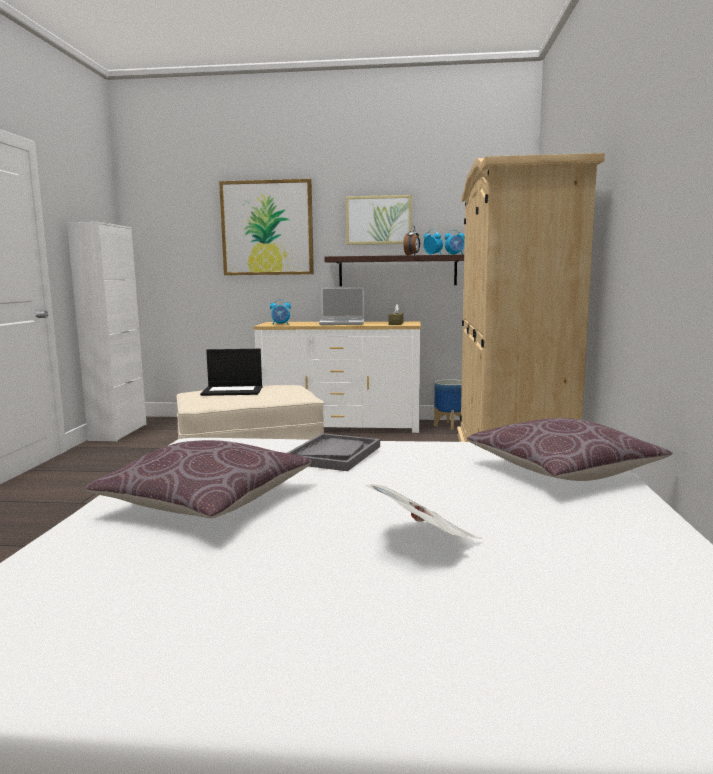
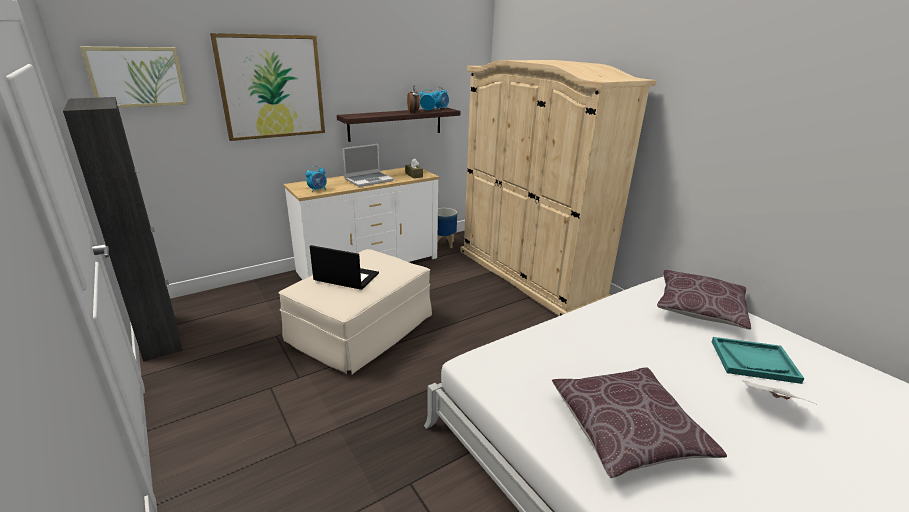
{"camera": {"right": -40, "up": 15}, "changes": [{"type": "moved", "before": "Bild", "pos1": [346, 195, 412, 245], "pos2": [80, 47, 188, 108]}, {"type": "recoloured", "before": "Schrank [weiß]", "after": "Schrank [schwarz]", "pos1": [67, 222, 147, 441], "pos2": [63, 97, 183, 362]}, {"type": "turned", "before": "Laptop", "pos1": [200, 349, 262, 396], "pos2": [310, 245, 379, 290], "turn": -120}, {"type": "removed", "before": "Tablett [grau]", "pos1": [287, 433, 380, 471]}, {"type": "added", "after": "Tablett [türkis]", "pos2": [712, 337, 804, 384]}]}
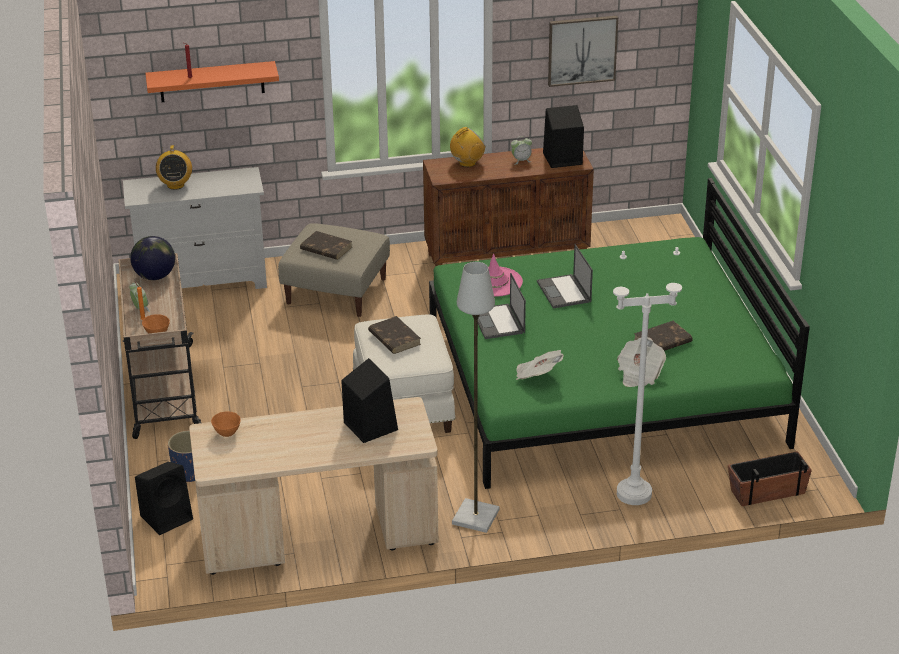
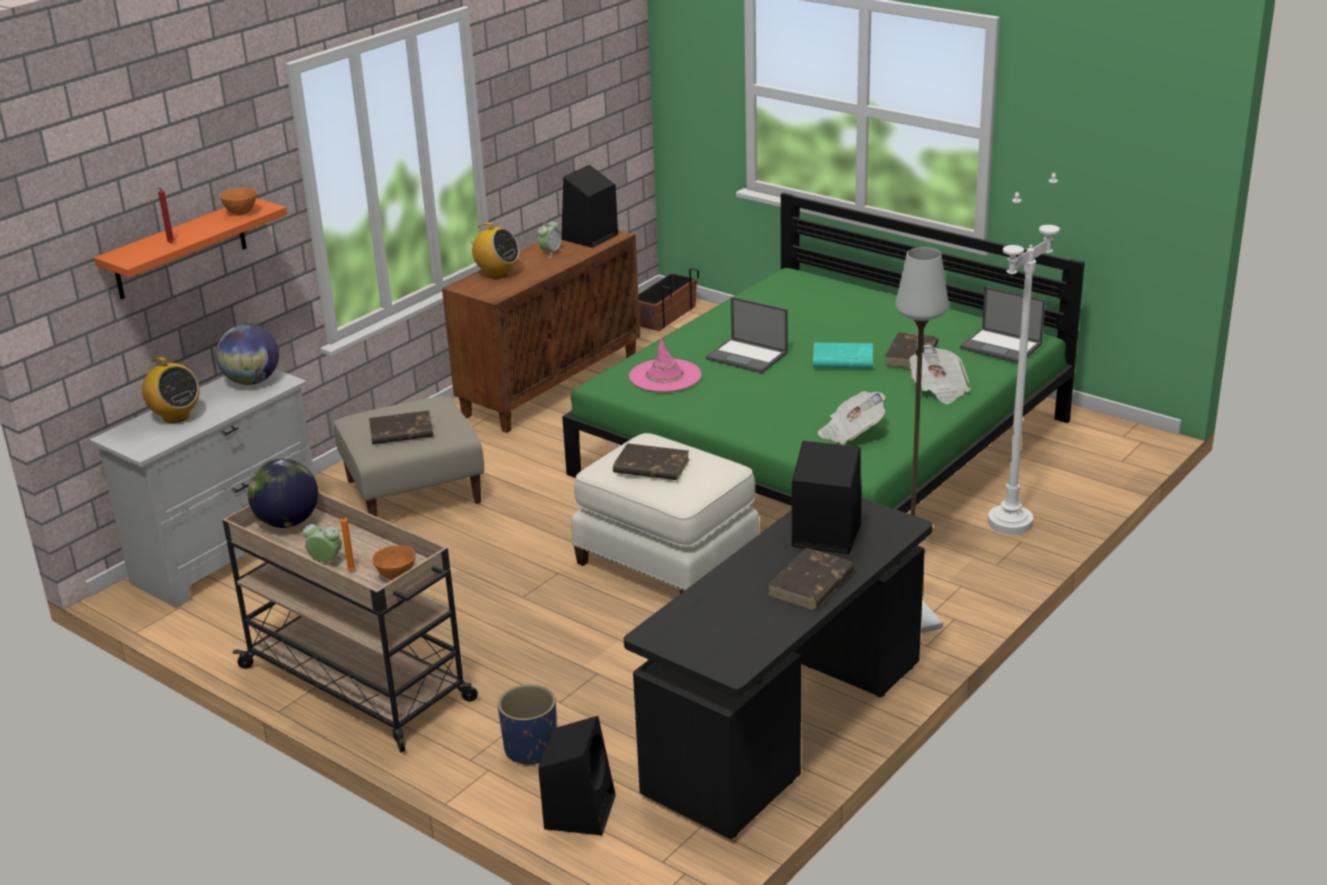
{"camera": {"right": -40, "up": -5}, "changes": [{"type": "removed", "before": "Bild", "pos1": [548, 16, 618, 87]}, {"type": "turned", "before": "Radio", "pos1": [450, 127, 486, 167], "pos2": [467, 222, 520, 279], "turn": 105}, {"type": "moved", "before": "Laptop", "pos1": [478, 273, 526, 339], "pos2": [960, 287, 1046, 363]}, {"type": "recoloured", "before": "Schreibtisch [beige]", "after": "Schreibtisch [schwarz]", "pos1": [189, 397, 438, 575], "pos2": [624, 498, 933, 839]}, {"type": "moved", "before": "Schüssel [orange]", "pos1": [211, 411, 241, 437], "pos2": [219, 188, 257, 215]}, {"type": "moved", "before": "Pflanzkübel", "pos1": [728, 451, 812, 506], "pos2": [638, 268, 699, 331]}, {"type": "added", "after": "Globus", "pos2": [216, 323, 279, 385]}, {"type": "added", "after": "Buch [türkis]", "pos2": [813, 343, 873, 368]}, {"type": "added", "after": "Buch [braun]", "pos2": [768, 548, 854, 610]}]}
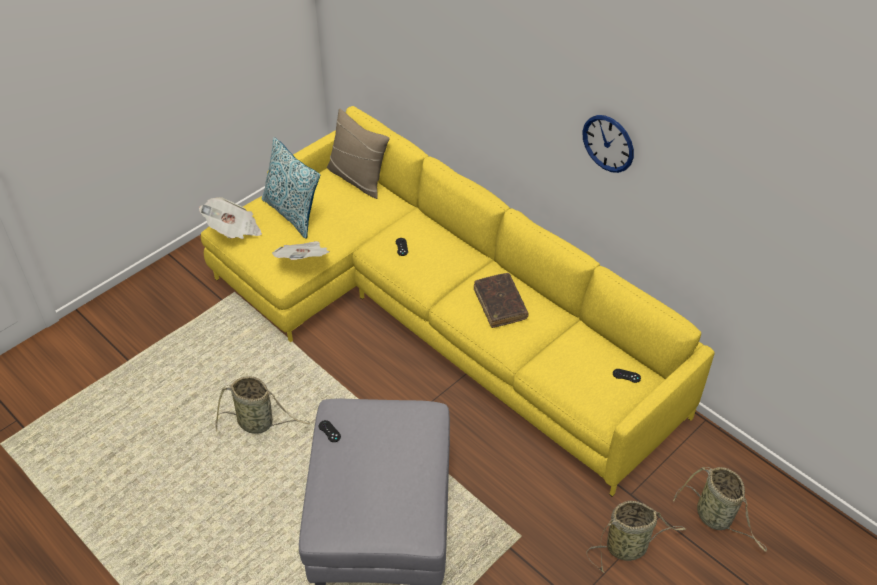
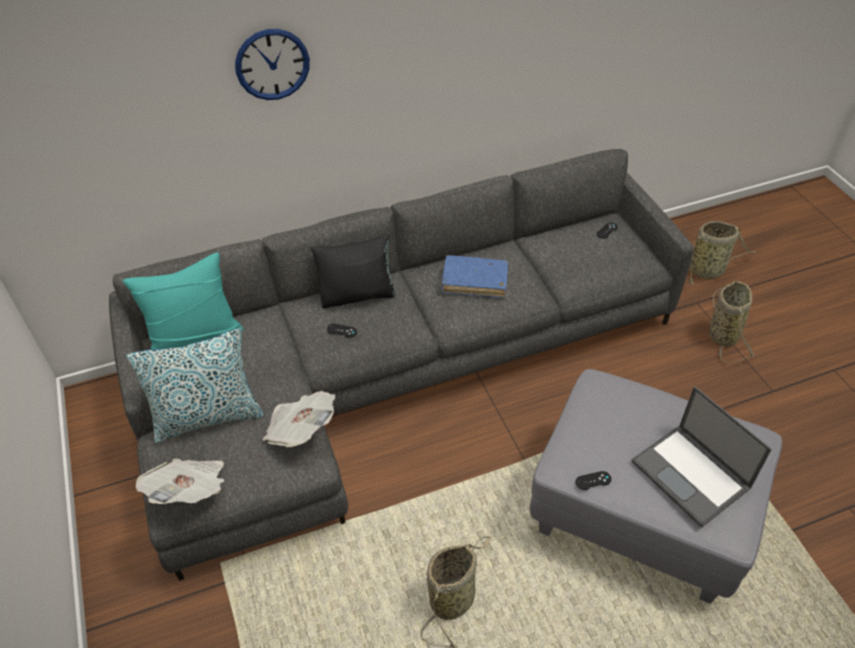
{"camera": {"right": -65, "up": 0}, "changes": [{"type": "recoloured", "before": "Sofa [gelb]", "after": "Sofa [grau]", "pos1": [201, 106, 715, 497], "pos2": [109, 149, 694, 581]}, {"type": "recoloured", "before": "Kissen [beige]", "after": "Kissen [türkis]", "pos1": [327, 109, 390, 199], "pos2": [123, 252, 244, 349]}, {"type": "moved", "before": "Wanduhr", "pos1": [583, 115, 634, 173], "pos2": [235, 29, 310, 100]}, {"type": "recoloured", "before": "Buch [braun]", "after": "Buch [blau]", "pos1": [474, 273, 529, 328], "pos2": [442, 255, 508, 298]}, {"type": "added", "after": "Kissen [schwarz]", "pos2": [311, 233, 396, 308]}, {"type": "added", "after": "Laptop", "pos2": [631, 386, 772, 527]}]}
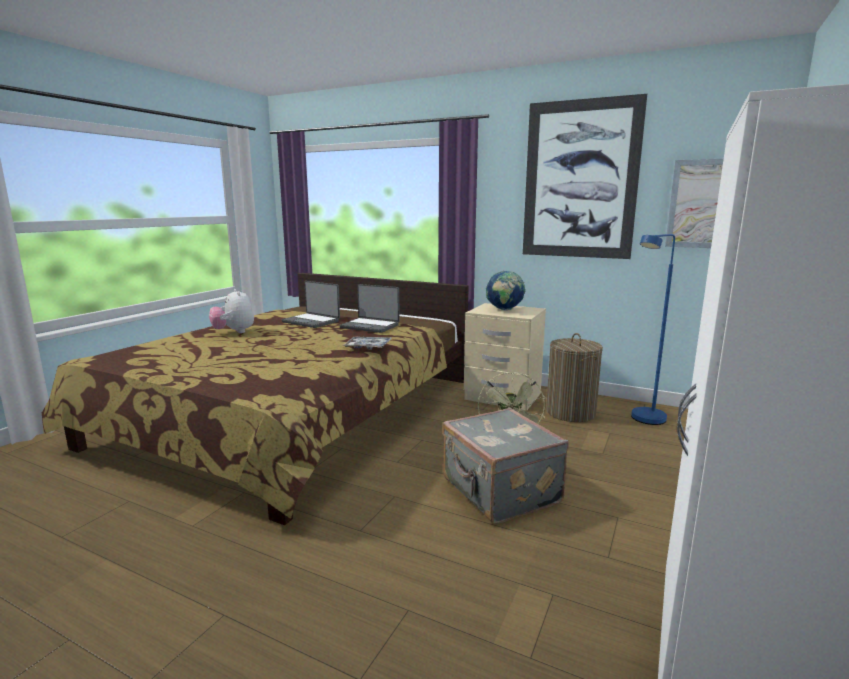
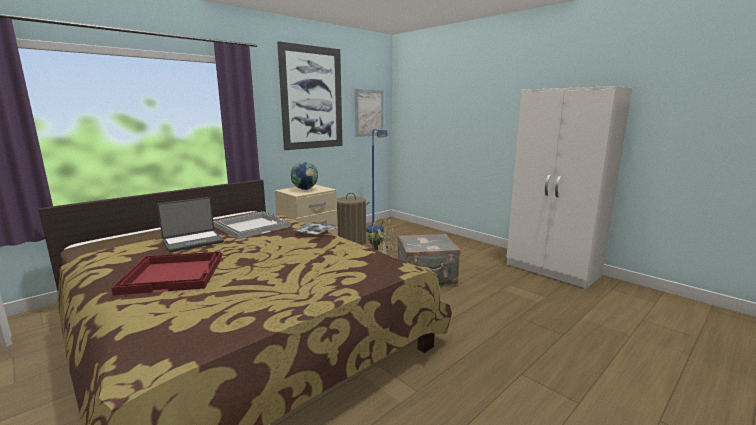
{"camera": {"right": -70, "up": 0}, "changes": [{"type": "replaced", "before": "Laptop", "after": "Tablett [weiß]", "pos1": [339, 284, 400, 333], "pos2": [213, 212, 291, 239]}, {"type": "replaced", "before": "Plüschtier", "after": "Tablett [rot]", "pos1": [209, 289, 254, 333], "pos2": [111, 251, 222, 295]}]}
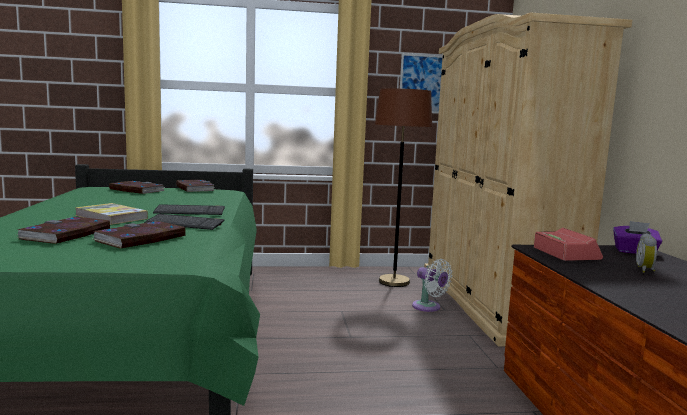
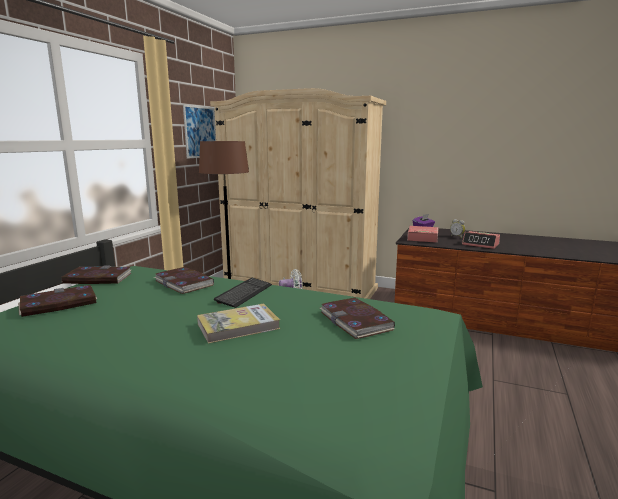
{"camera": {"right": -60, "up": 5}, "changes": [{"type": "removed", "before": "Tastatur", "pos1": [144, 214, 224, 230]}, {"type": "moved", "before": "Buch", "pos1": [17, 217, 110, 244], "pos2": [154, 267, 214, 294]}, {"type": "added", "after": "Wecker", "pos2": [462, 231, 500, 249]}]}
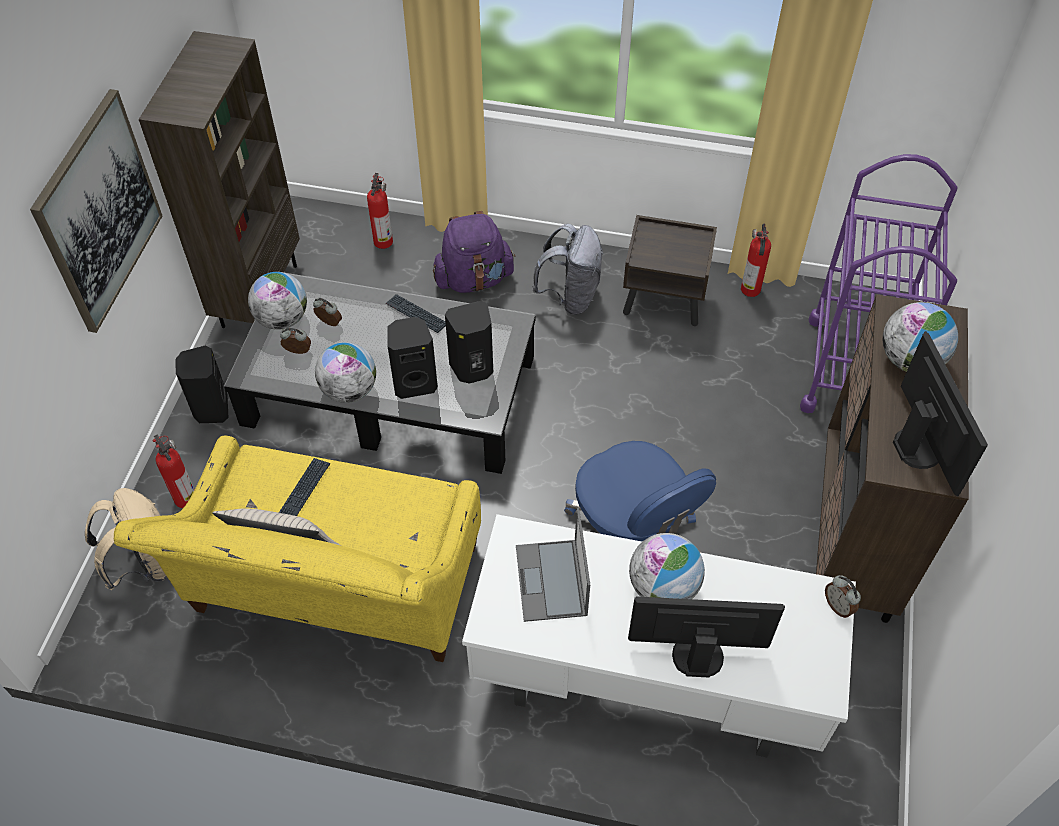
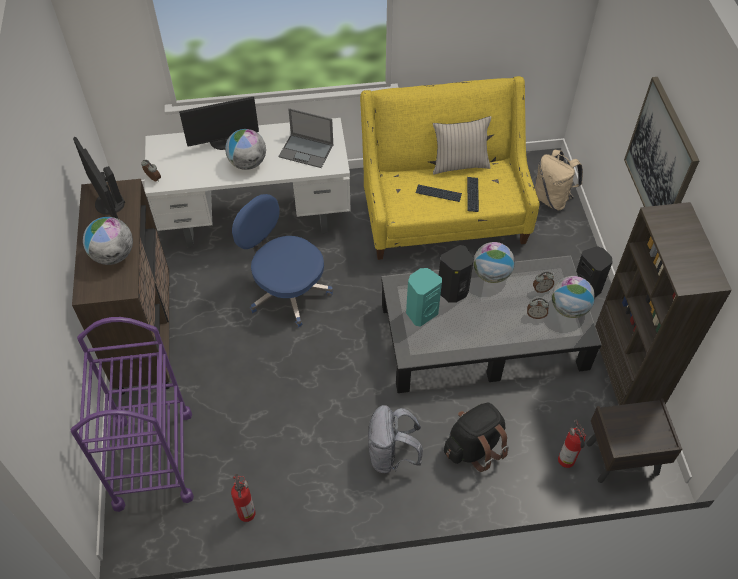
{"camera": {"right": 160, "up": 0}, "changes": [{"type": "recoloured", "before": "Rucksack [lila]", "after": "Rucksack [schwarz]", "pos1": [433, 211, 516, 293], "pos2": [444, 403, 509, 472]}, {"type": "moved", "before": "Nachttisch [braun]", "pos1": [623, 215, 717, 326], "pos2": [586, 398, 682, 483]}, {"type": "moved", "before": "Tastatur", "pos1": [386, 294, 446, 333], "pos2": [416, 184, 462, 202]}, {"type": "recoloured", "before": "Lautsprecher [schwarz]", "after": "Lautsprecher [türkis]", "pos1": [445, 301, 493, 384], "pos2": [406, 268, 442, 327]}, {"type": "removed", "before": "Feuerlöscher", "pos1": [153, 434, 195, 508]}, {"type": "turned", "before": "Laptop", "pos1": [516, 508, 590, 622], "pos2": [278, 108, 333, 168], "turn": 135}]}
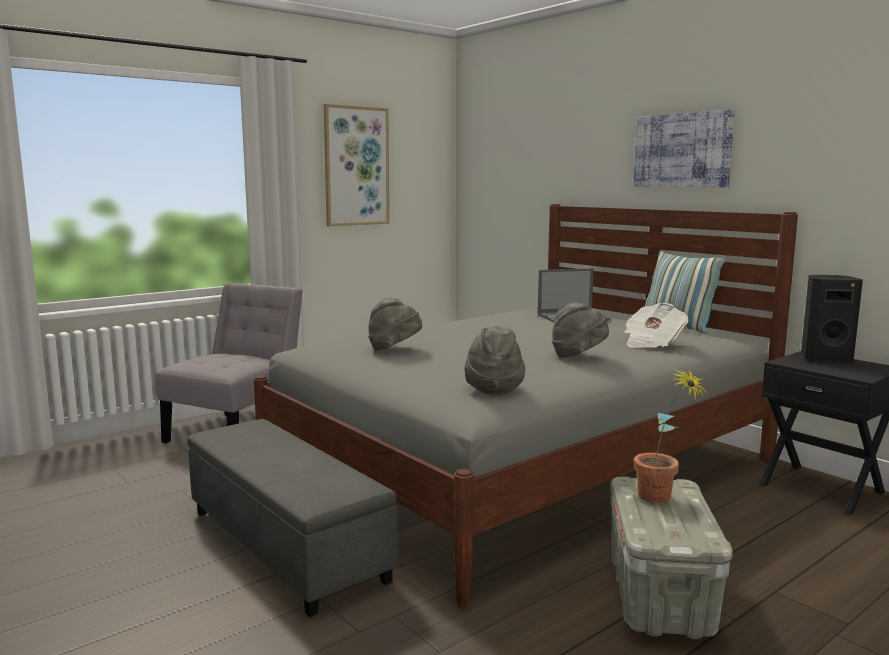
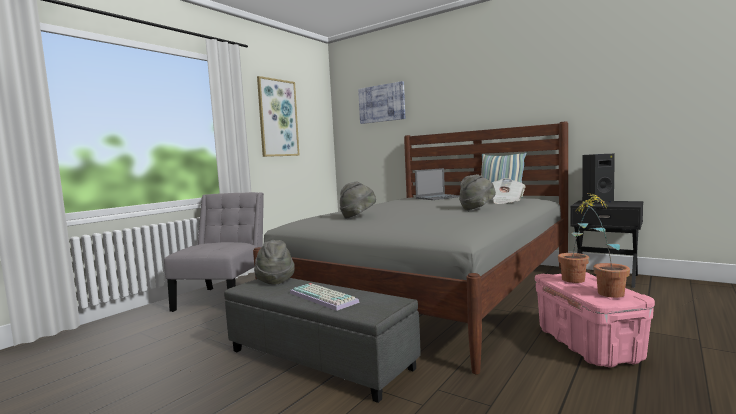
{"camera": {"right": -15, "up": -5}, "changes": [{"type": "moved", "before": "Bild", "pos1": [633, 109, 735, 187], "pos2": [358, 81, 405, 124]}, {"type": "moved", "before": "Hut [grau]", "pos1": [464, 326, 525, 395], "pos2": [254, 240, 295, 285]}, {"type": "recoloured", "before": "Aufbewahrungsbox [grau]", "after": "Aufbewahrungsbox [rosa]", "pos1": [611, 477, 733, 640], "pos2": [535, 272, 655, 368]}, {"type": "added", "after": "Topfpflanze", "pos2": [575, 197, 630, 298]}, {"type": "added", "after": "Tastatur", "pos2": [290, 283, 360, 311]}]}
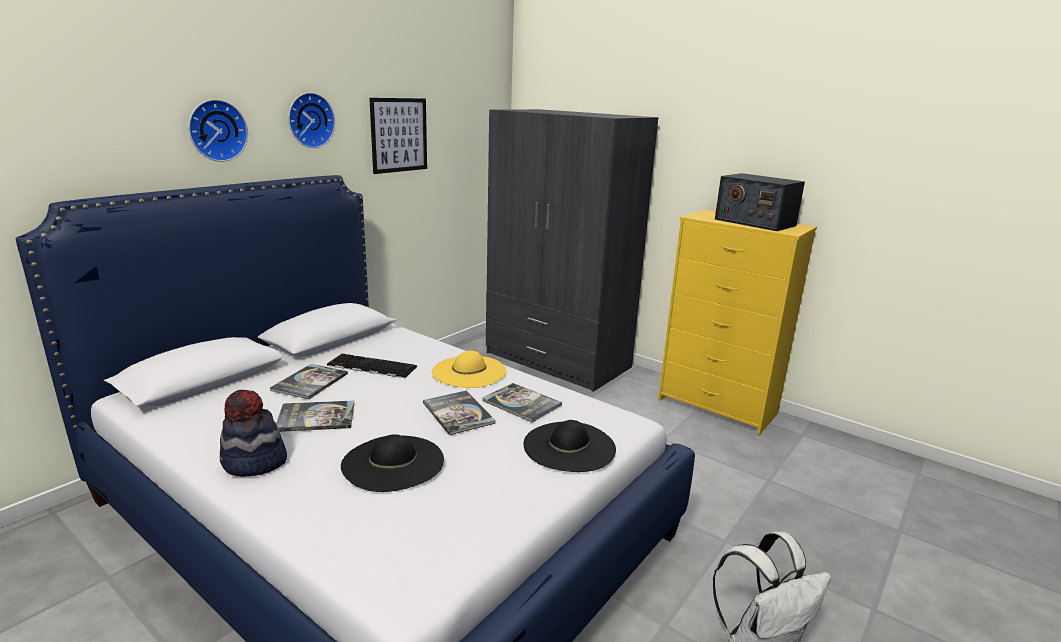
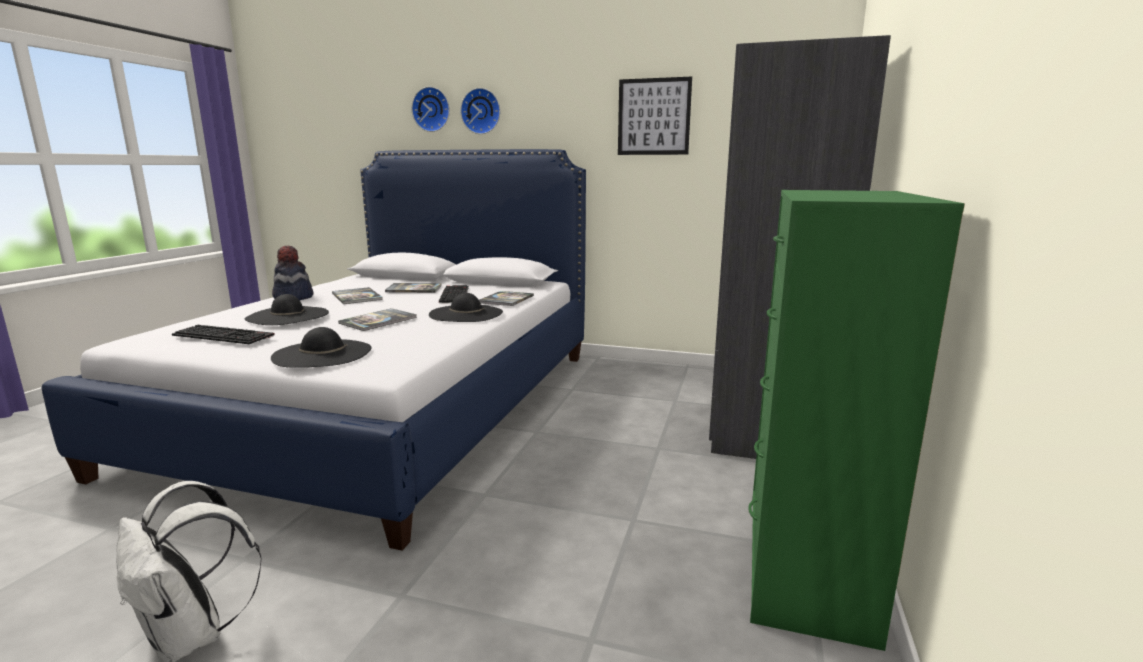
{"camera": {"right": 70, "up": -5}, "changes": [{"type": "moved", "before": "Wanduhr", "pos1": [288, 92, 335, 148], "pos2": [411, 87, 450, 132]}, {"type": "removed", "before": "Radio", "pos1": [715, 173, 805, 231]}, {"type": "recoloured", "before": "Kommode [gelb]", "after": "Kommode [grün]", "pos1": [658, 210, 817, 435], "pos2": [748, 190, 965, 651]}, {"type": "recoloured", "before": "Hut [gelb]", "after": "Hut [schwarz]", "pos1": [432, 351, 507, 388], "pos2": [429, 293, 503, 322]}, {"type": "moved", "before": "Buch", "pos1": [482, 383, 562, 422], "pos2": [479, 291, 534, 306]}, {"type": "added", "after": "Tastatur", "pos2": [172, 325, 275, 344]}]}
